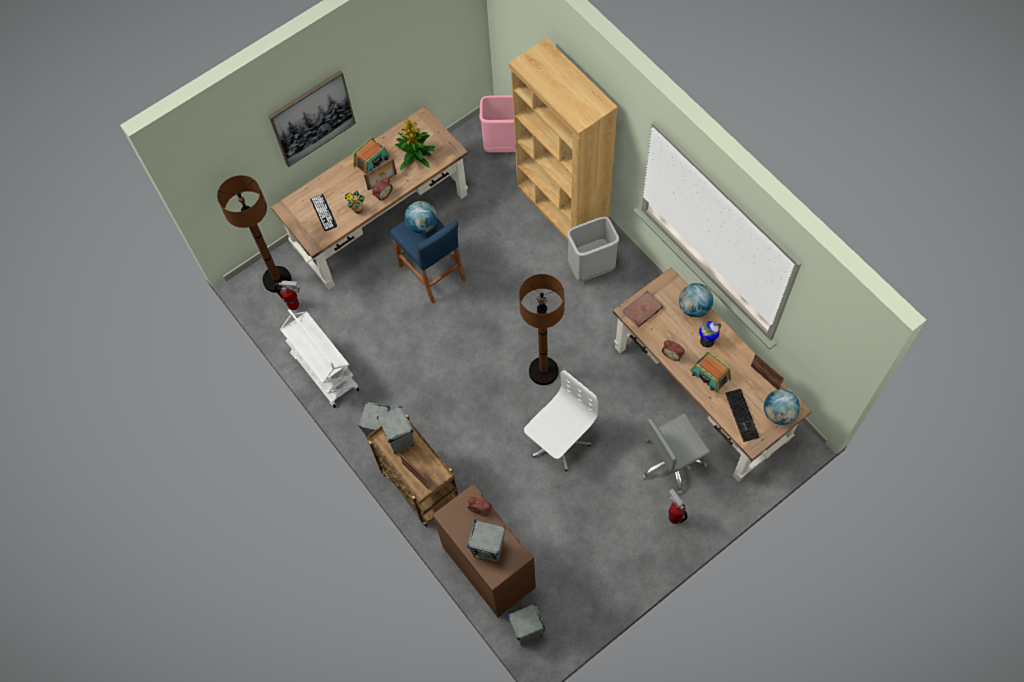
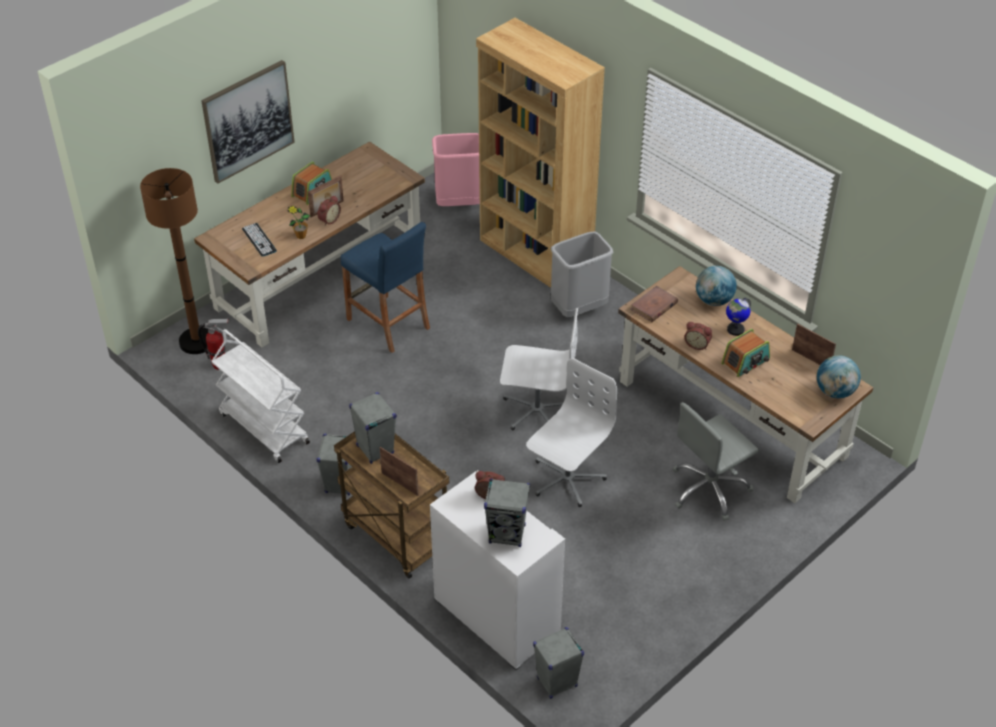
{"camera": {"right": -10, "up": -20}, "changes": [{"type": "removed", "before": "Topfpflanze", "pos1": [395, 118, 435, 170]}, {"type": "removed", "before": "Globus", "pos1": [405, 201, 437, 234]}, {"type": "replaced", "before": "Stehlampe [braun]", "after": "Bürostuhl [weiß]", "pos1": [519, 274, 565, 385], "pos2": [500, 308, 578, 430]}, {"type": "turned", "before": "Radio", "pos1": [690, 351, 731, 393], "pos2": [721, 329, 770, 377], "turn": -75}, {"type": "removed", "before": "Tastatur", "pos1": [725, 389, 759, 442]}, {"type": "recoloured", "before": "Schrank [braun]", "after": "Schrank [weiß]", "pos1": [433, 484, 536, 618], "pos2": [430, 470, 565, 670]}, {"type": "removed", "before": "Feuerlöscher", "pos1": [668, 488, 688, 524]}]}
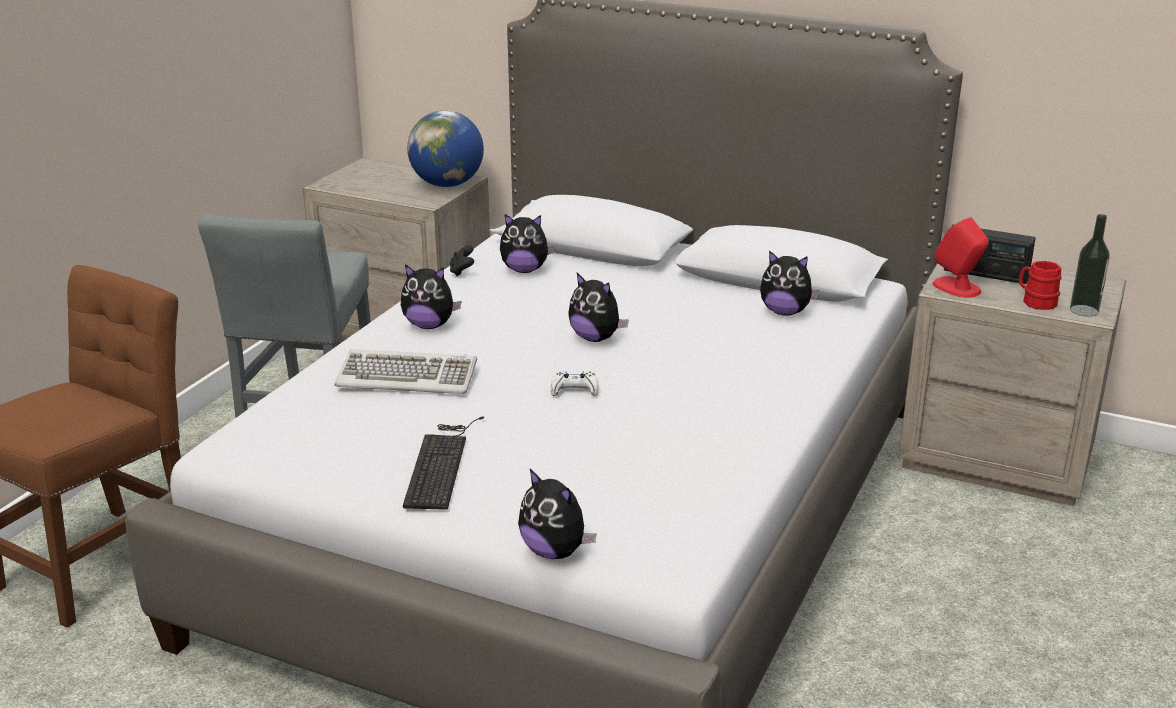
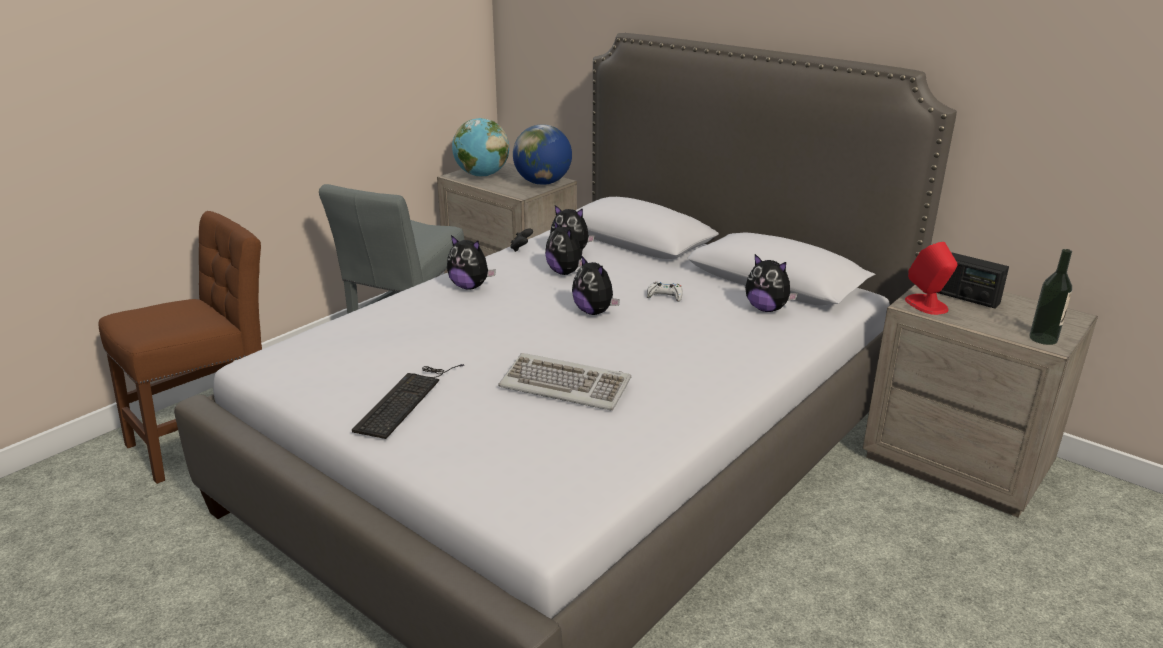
{"camera": {"right": 15, "up": 0}, "changes": [{"type": "removed", "before": "Henkelbecher [rot]", "pos1": [1019, 261, 1062, 310]}, {"type": "moved", "before": "Tastatur", "pos1": [334, 349, 477, 394], "pos2": [498, 353, 631, 410]}, {"type": "moved", "before": "Gamepad [weiß]", "pos1": [551, 371, 598, 396], "pos2": [646, 282, 683, 302]}, {"type": "moved", "before": "Plüschtier", "pos1": [518, 469, 597, 559], "pos2": [545, 220, 582, 275]}, {"type": "added", "after": "Globus", "pos2": [452, 118, 509, 177]}]}
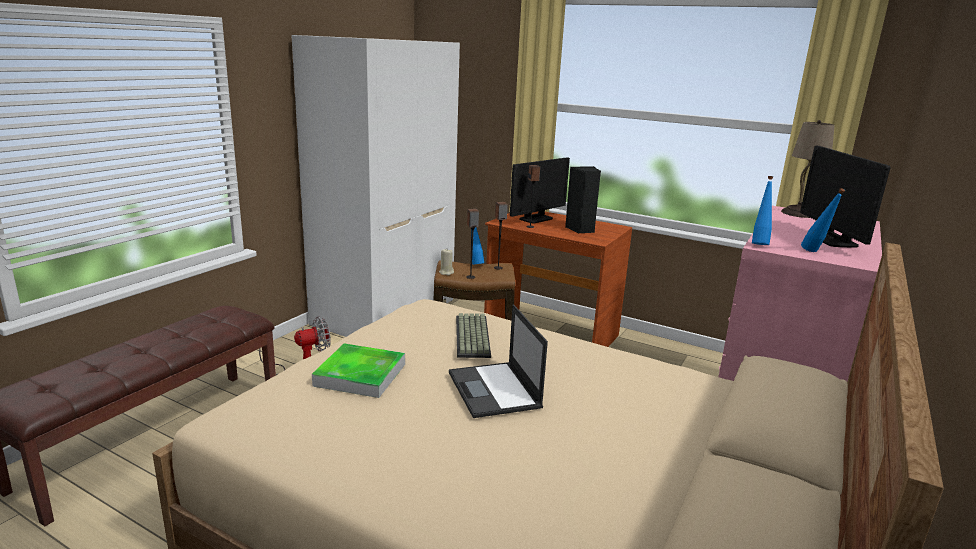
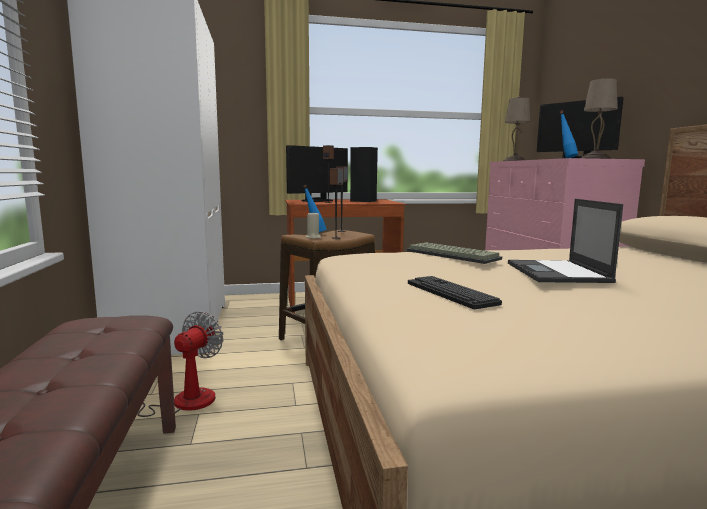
{"camera": {"right": -40, "up": -10}, "changes": [{"type": "turned", "before": "Monitor", "pos1": [510, 157, 570, 223], "pos2": [286, 145, 348, 202], "turn": 45}, {"type": "replaced", "before": "Flasche [blau]", "after": "Tischlampe [beige]", "pos1": [801, 188, 845, 252], "pos2": [581, 78, 618, 159]}, {"type": "turned", "before": "Laptop", "pos1": [449, 304, 548, 418], "pos2": [508, 199, 623, 283], "turn": 60}, {"type": "replaced", "before": "Tablett", "after": "Tastatur", "pos1": [312, 344, 405, 398], "pos2": [408, 276, 502, 309]}]}
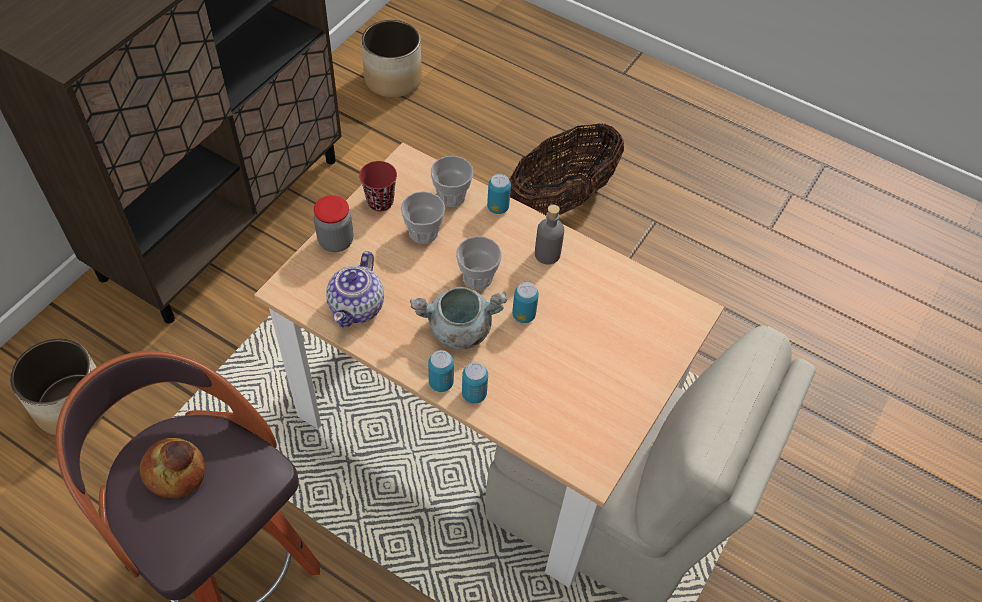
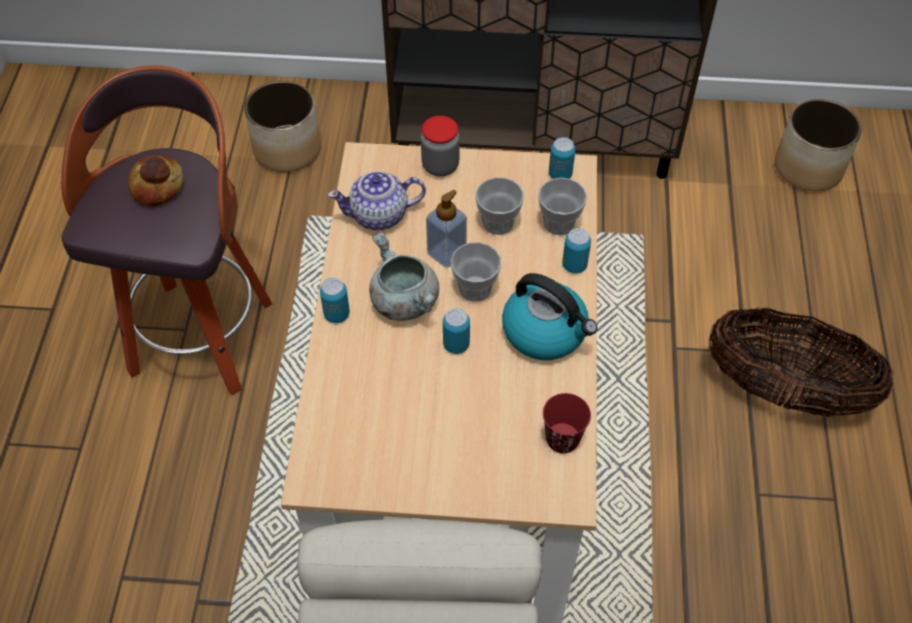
{"camera": {"right": 65, "up": 0}, "changes": [{"type": "moved", "before": "Tasse [rot]", "pos1": [359, 161, 397, 211], "pos2": [543, 393, 591, 453]}, {"type": "replaced", "before": "Flasche [grau]", "after": "Wasserkessel", "pos1": [535, 205, 564, 265], "pos2": [502, 273, 597, 360]}, {"type": "moved", "before": "Dose", "pos1": [462, 362, 488, 404], "pos2": [549, 137, 575, 179]}, {"type": "added", "after": "Seifenspender", "pos2": [426, 190, 467, 268]}]}
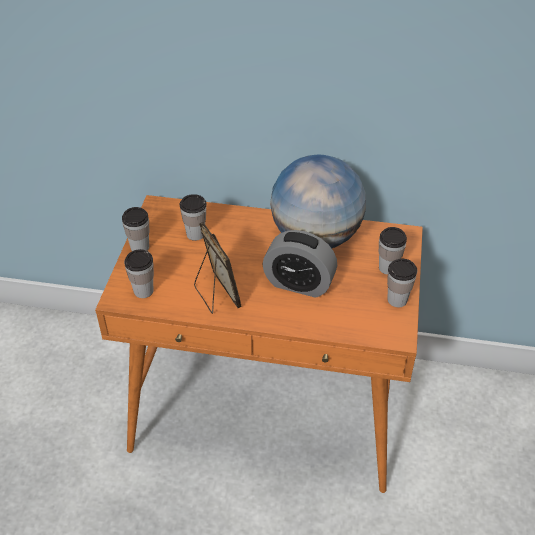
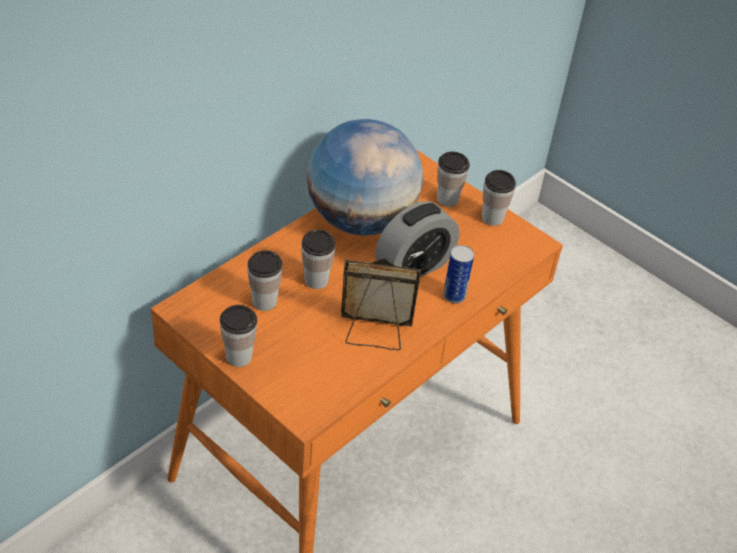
{"camera": {"right": -60, "up": 0}, "changes": [{"type": "moved", "before": "Tasse", "pos1": [124, 249, 154, 298], "pos2": [301, 229, 335, 289]}, {"type": "added", "after": "Dose", "pos2": [443, 245, 474, 304]}]}
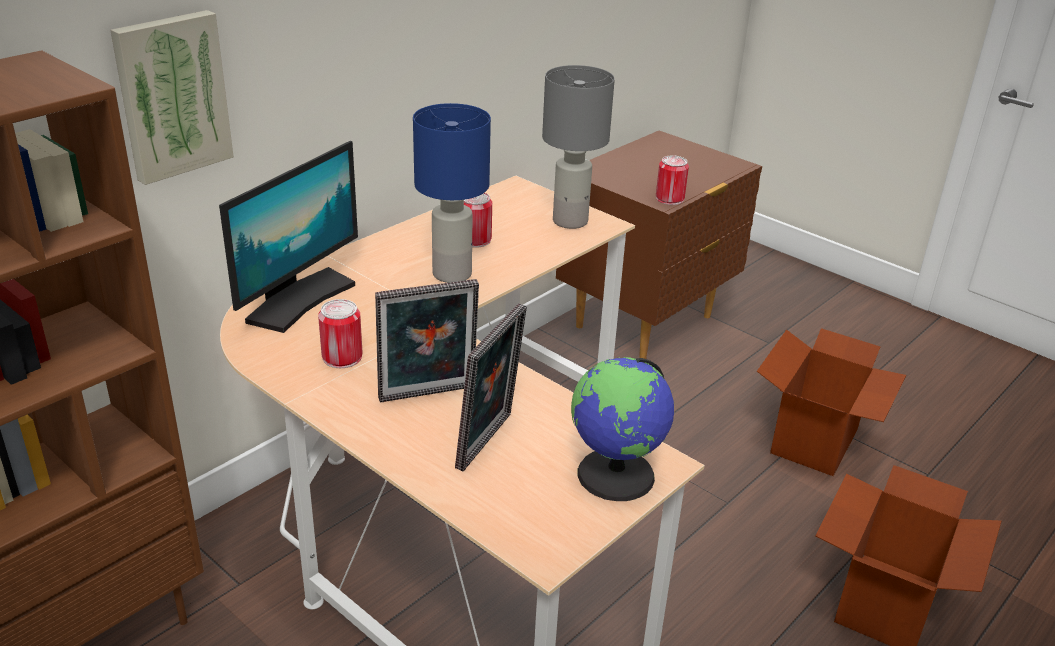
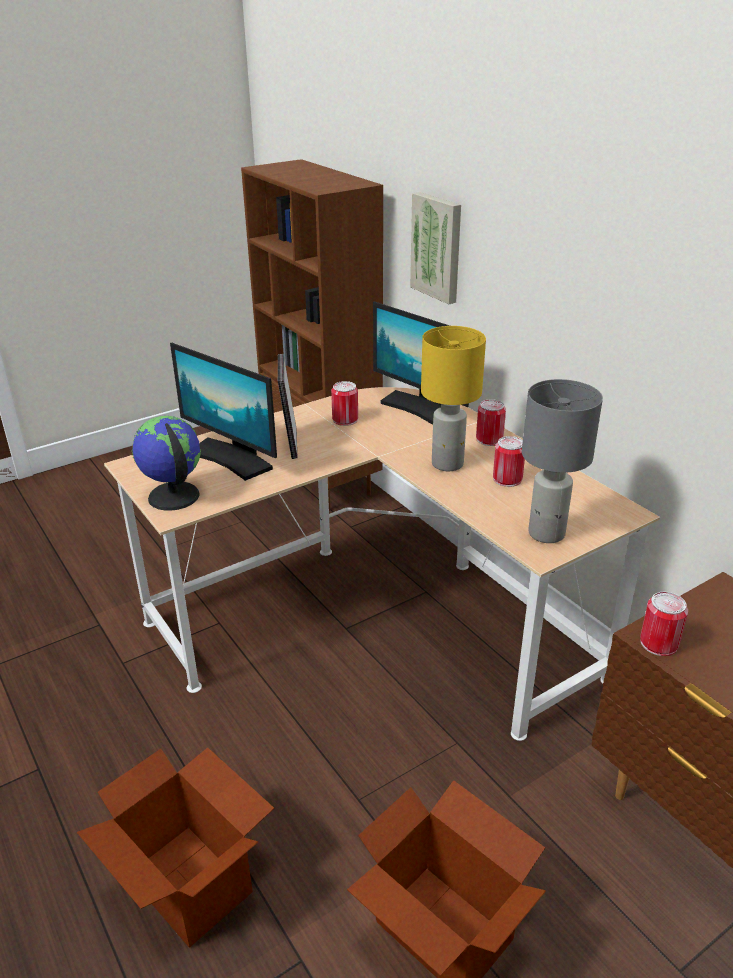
{"camera": {"right": 105, "up": 0}, "changes": [{"type": "recoloured", "before": "Tischlampe [blau]", "after": "Tischlampe [gelb]", "pos1": [413, 103, 491, 283], "pos2": [421, 326, 486, 471]}, {"type": "replaced", "before": "Bilderrahmen", "after": "Monitor", "pos1": [455, 303, 527, 471], "pos2": [170, 342, 277, 481]}, {"type": "added", "after": "Dose", "pos2": [476, 399, 506, 446]}]}
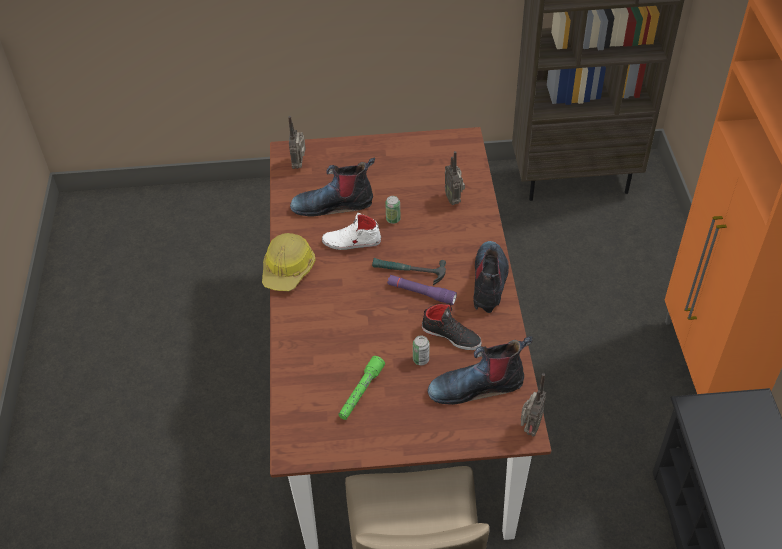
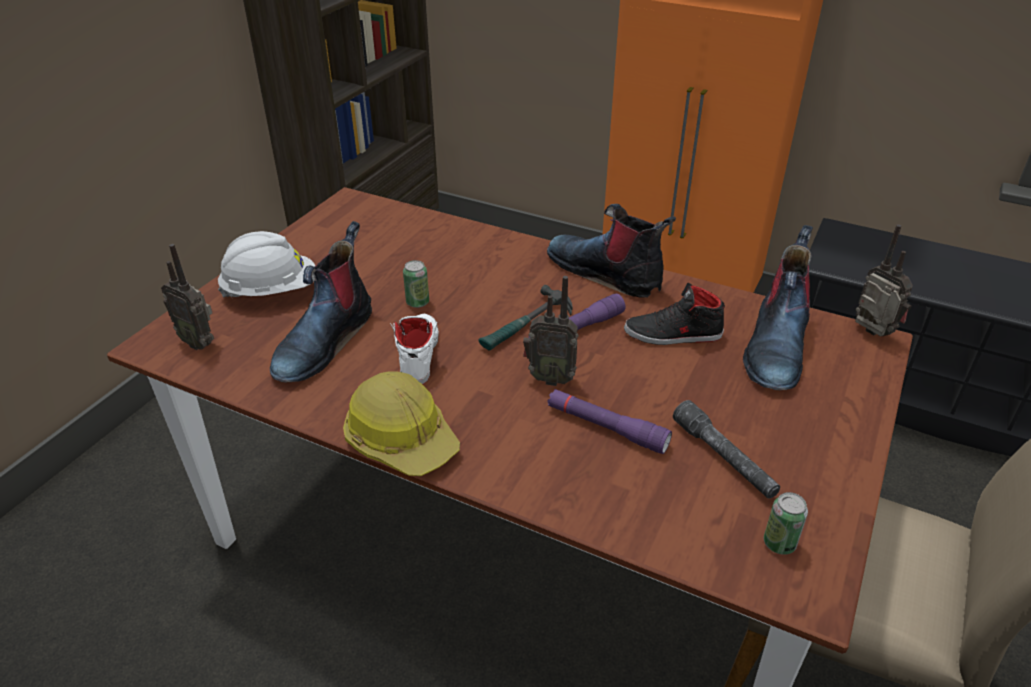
{"camera": {"right": -60, "up": -10}, "changes": [{"type": "moved", "before": "Radio", "pos1": [445, 151, 465, 205], "pos2": [523, 276, 579, 386]}, {"type": "turned", "before": "Schuh [weiß]", "pos1": [322, 213, 381, 250], "pos2": [390, 314, 439, 385], "turn": 150}, {"type": "turned", "before": "Schuh [schwarz]", "pos1": [422, 303, 482, 350], "pos2": [624, 283, 725, 345], "turn": -150}, {"type": "moved", "before": "Dose", "pos1": [413, 336, 429, 365], "pos2": [764, 492, 808, 555]}, {"type": "recoloured", "before": "Taschenlampe [grün]", "after": "Taschenlampe [grau]", "pos1": [338, 356, 385, 420], "pos2": [673, 400, 780, 499]}, {"type": "added", "after": "Schutzhelm [weiß]", "pos2": [218, 231, 315, 299]}, {"type": "added", "after": "Taschenlampe [lila]", "pos2": [548, 389, 672, 454]}]}
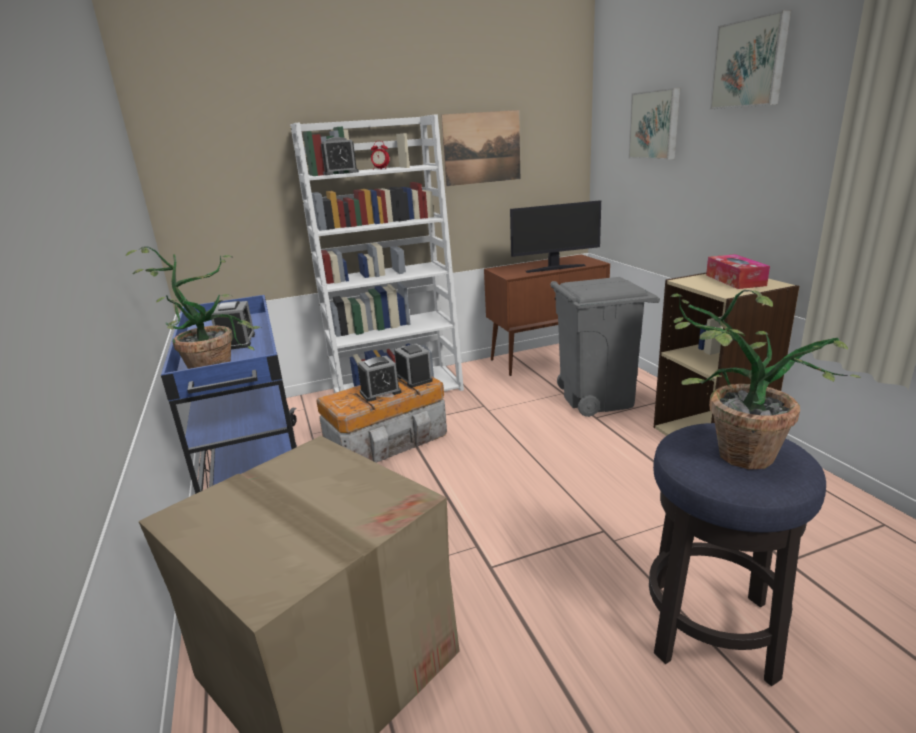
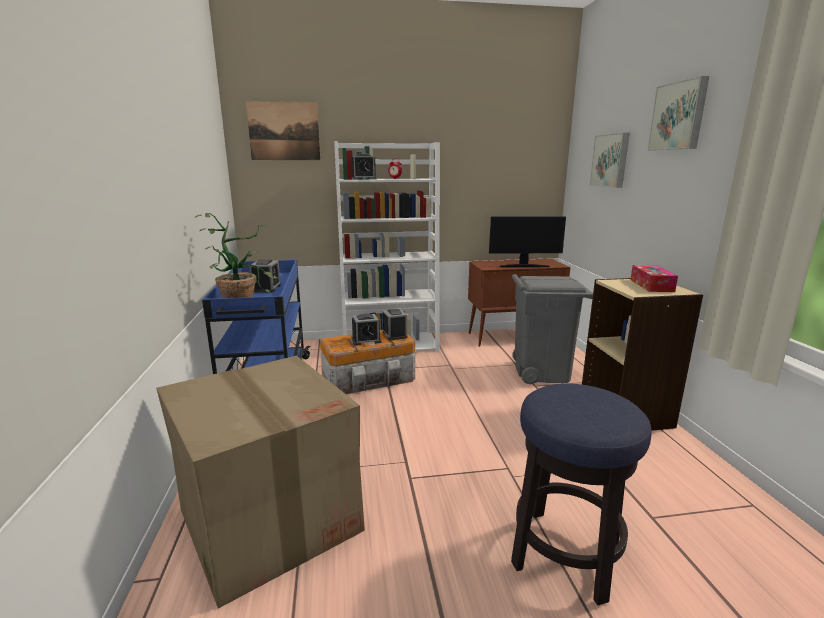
{"camera": {"right": 10, "up": -5}, "changes": [{"type": "moved", "before": "Bild", "pos1": [441, 110, 520, 186], "pos2": [246, 101, 320, 160]}, {"type": "removed", "before": "Topfpflanze", "pos1": [670, 290, 861, 469]}]}
